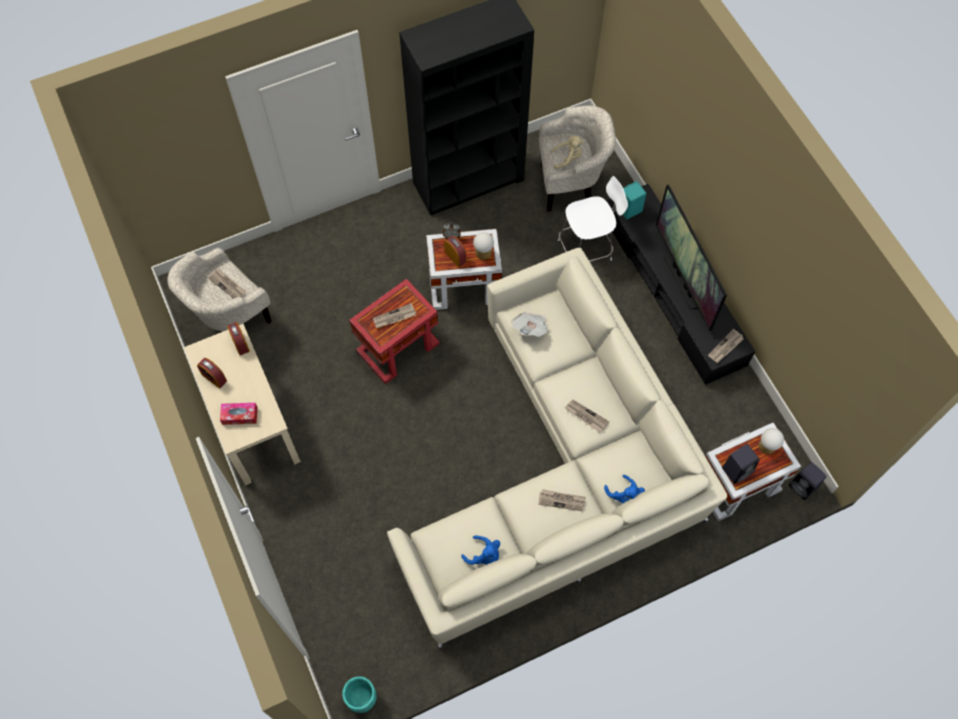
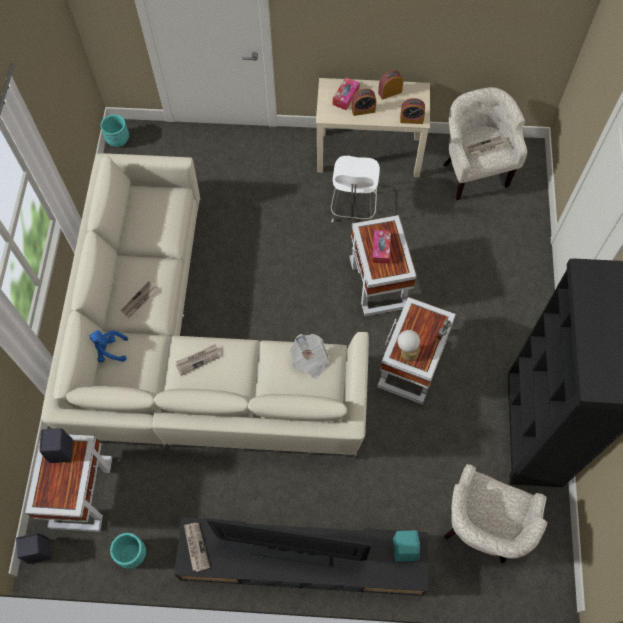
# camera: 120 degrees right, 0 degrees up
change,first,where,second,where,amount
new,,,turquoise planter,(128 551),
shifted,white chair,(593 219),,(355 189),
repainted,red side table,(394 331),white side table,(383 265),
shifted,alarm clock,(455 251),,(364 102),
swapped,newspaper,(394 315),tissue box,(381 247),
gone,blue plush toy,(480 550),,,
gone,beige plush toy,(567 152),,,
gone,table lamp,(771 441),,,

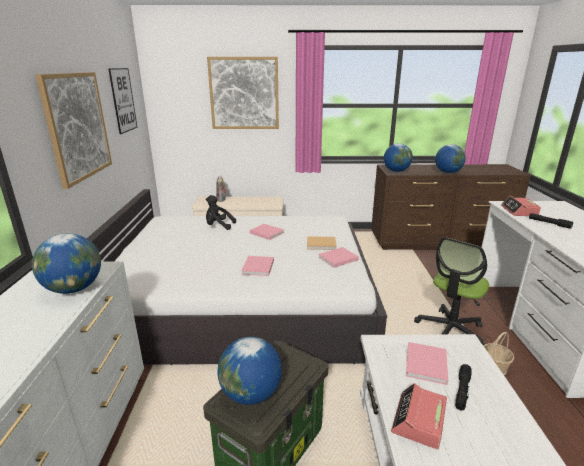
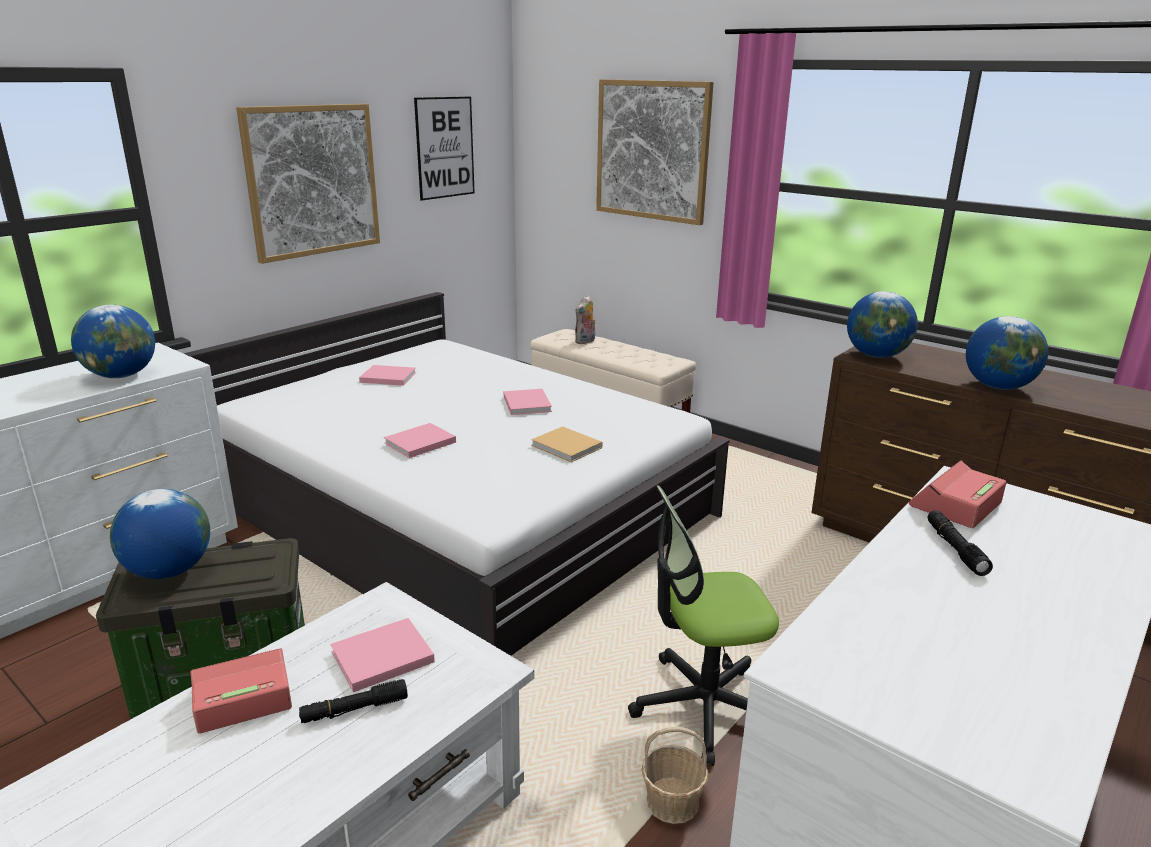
# camera: 40 degrees right, 0 degrees up
change,first,where,second,where,amount
shifted,pink book,(338 257),,(387 375),
gone,black plush toy,(221 212),,,

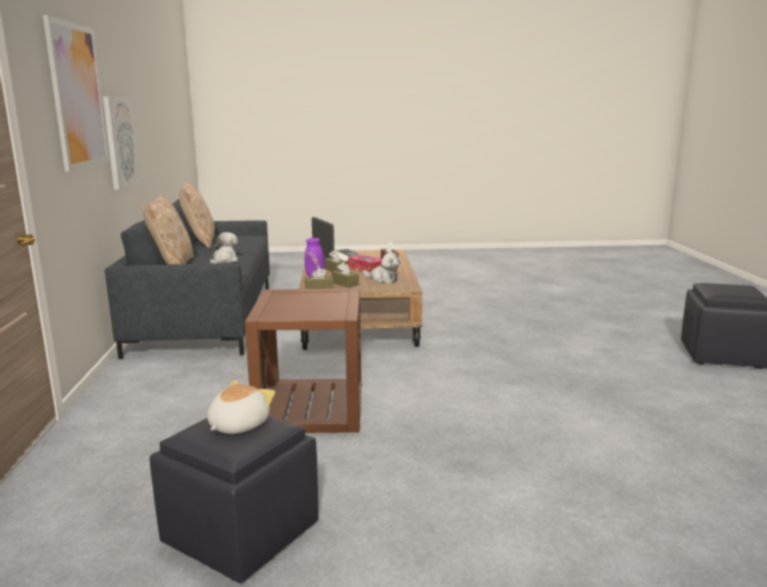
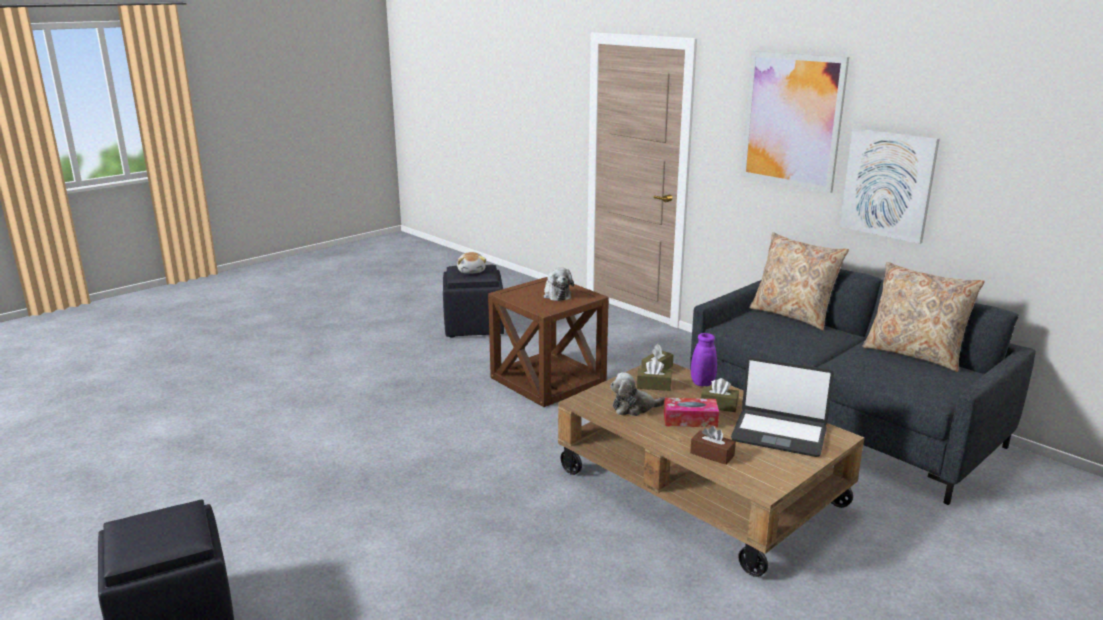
# camera: 140 degrees right, 5 degrees up
change,first,where,second,where,amount
shifted,plush toy,(224 248),,(559 284),

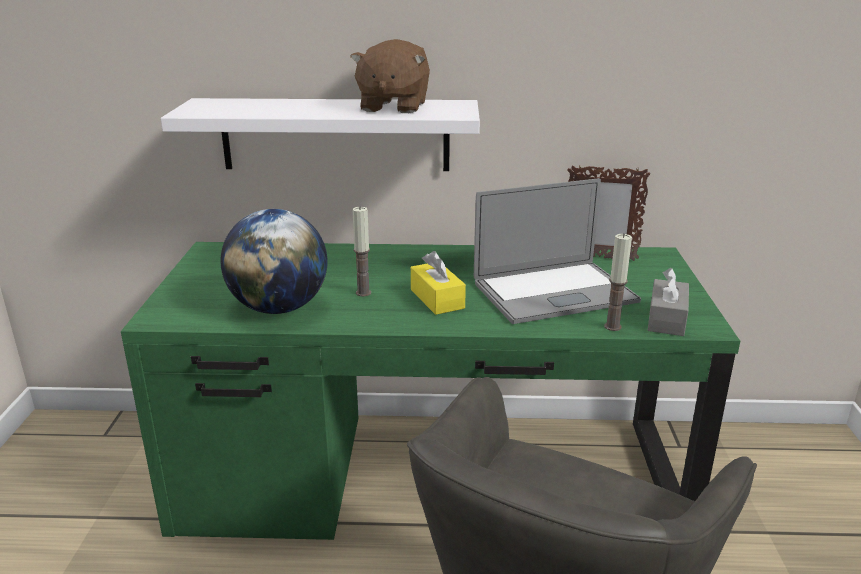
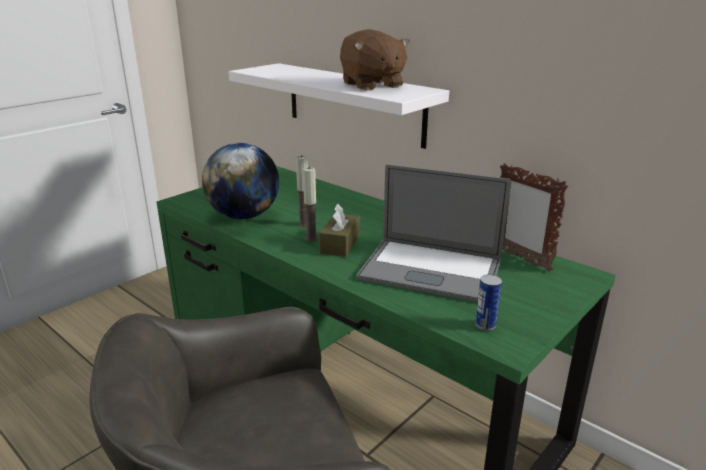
# camera: 40 degrees right, 0 degrees up
change,first,where,second,where,amount
shifted,candle,(618 282),,(310 204),
repainted,yellow tissue box,(438 283),brown tissue box,(339 230),
rotated,brown plush toy,(390 76),,(375 60),75 degrees counterclockwise
swapped,grey tissue box,(668 302),can,(489 302),

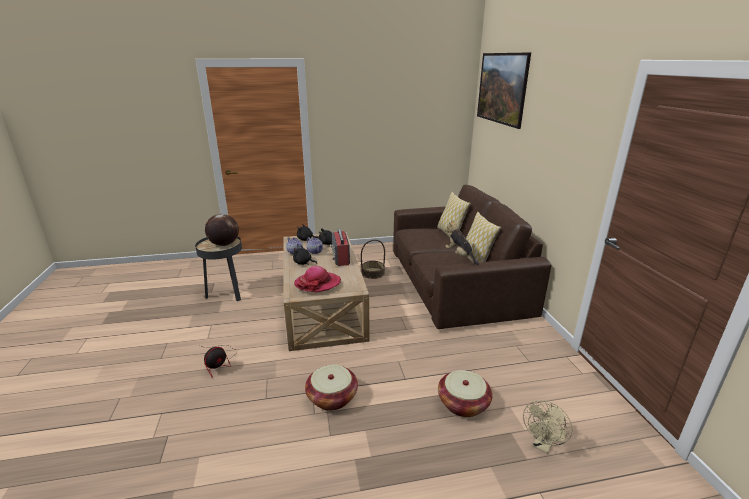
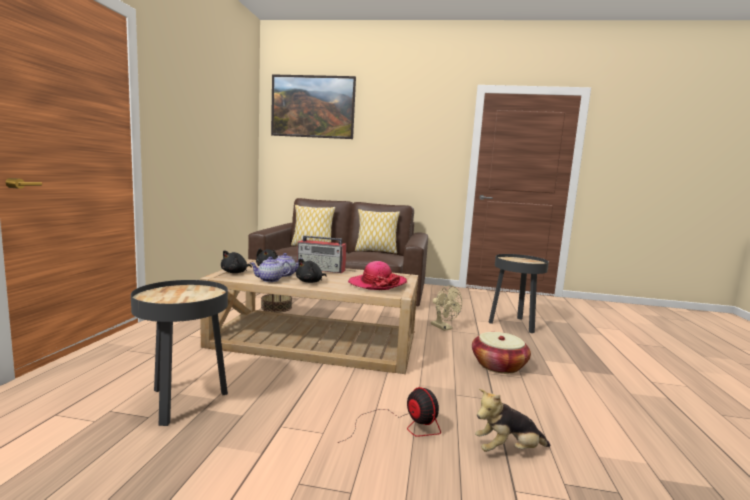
# camera: 70 degrees left, 15 degrees down
change,first,where,second,where,amount
shifted,beige fan,(547 427),,(446 308),
shifted,plush toy,(461 242),,(512 420),
swapped,basket,(465 393),black side table,(519 293),
gone,globe,(222 230),,,

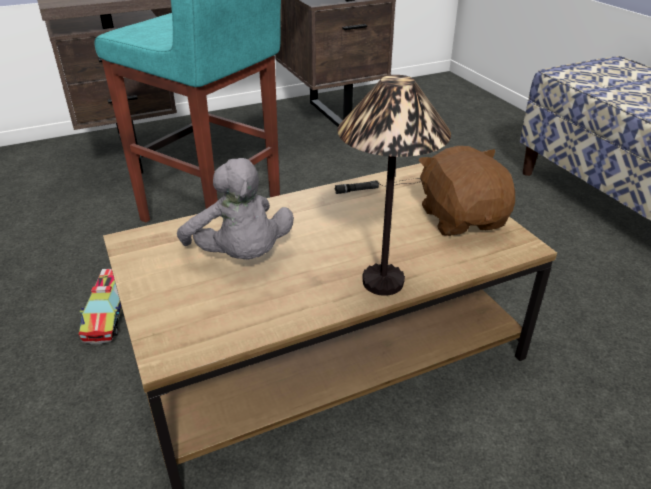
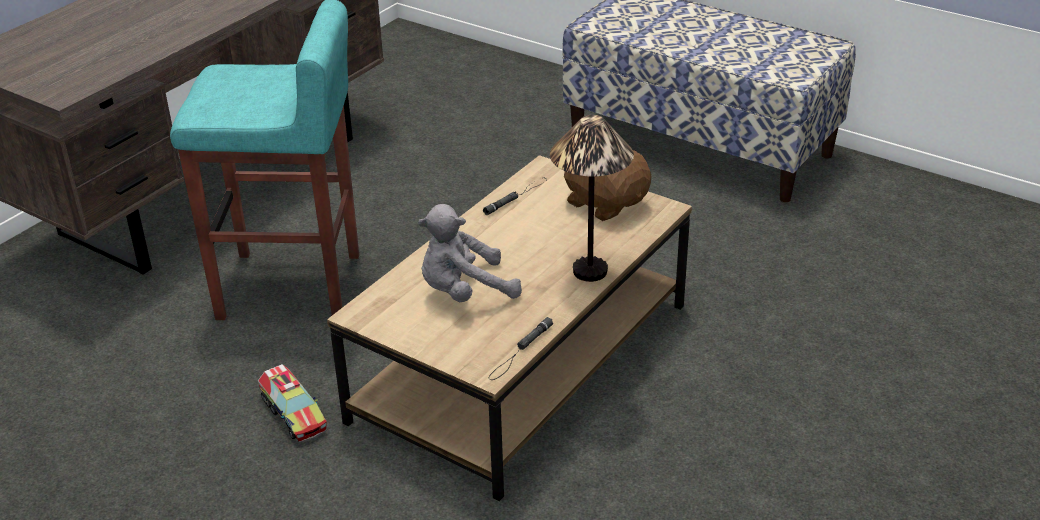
# camera: 30 degrees left, 0 degrees up
change,first,where,second,where,amount
rotated,grey plush toy,(235 208),,(470 253),135 degrees clockwise
new,,,black flashlight,(521 348),

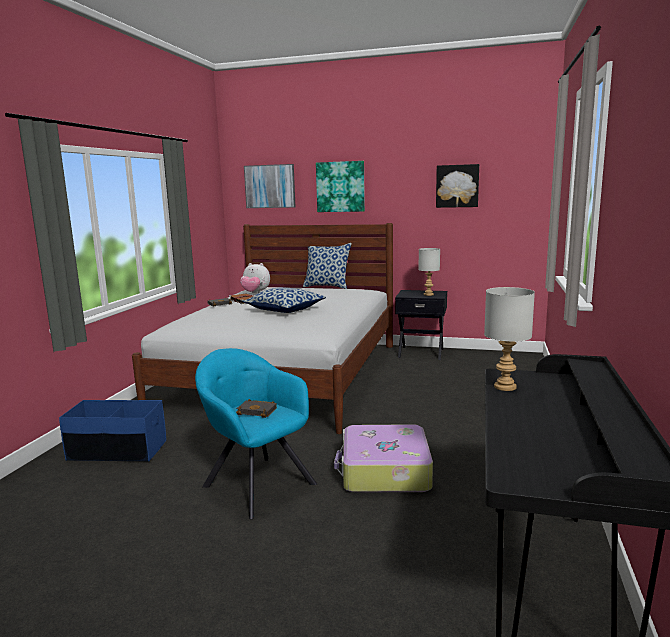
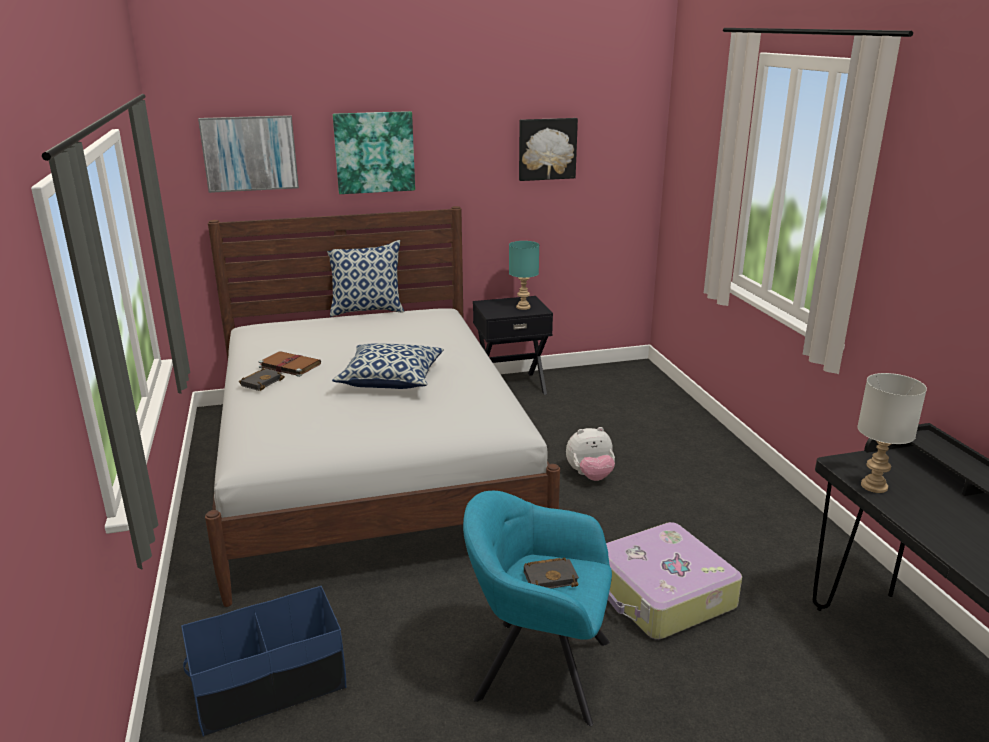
# camera: 30 degrees left, 10 degrees up
change,first,where,second,where,amount
repainted,grey table lamp,(429 272),turquoise table lamp,(524 275),
shifted,plush toy,(255 278),,(590 454),

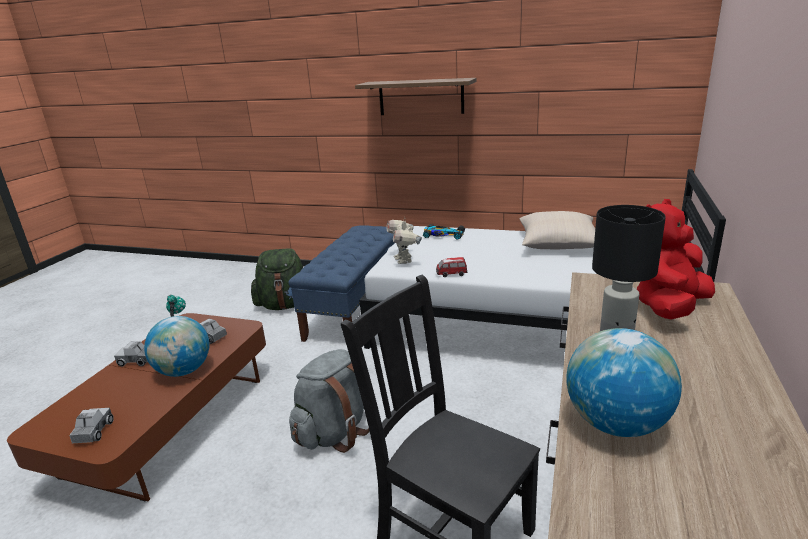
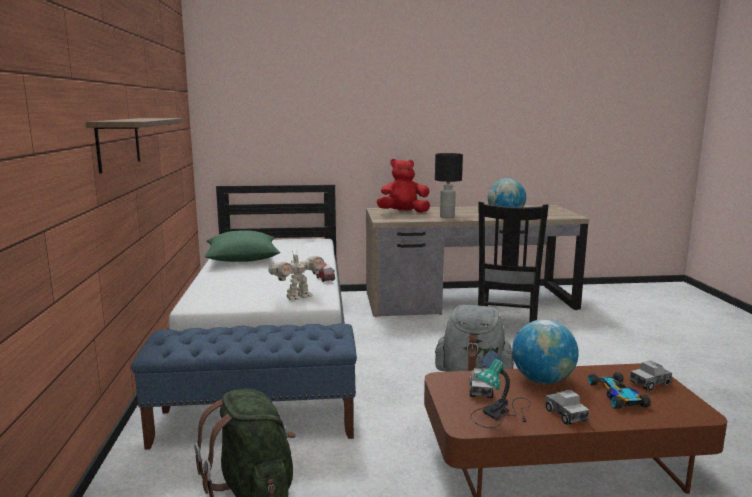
# camera: 115 degrees left, 10 degrees down
change,first,where,second,where,amount
repainted,beige pillow,(557 230),green pillow,(242 246),
rotated,red plush toy,(676 259),,(403 186),150 degrees clockwise
shifted,toy car,(444 231),,(619 390),

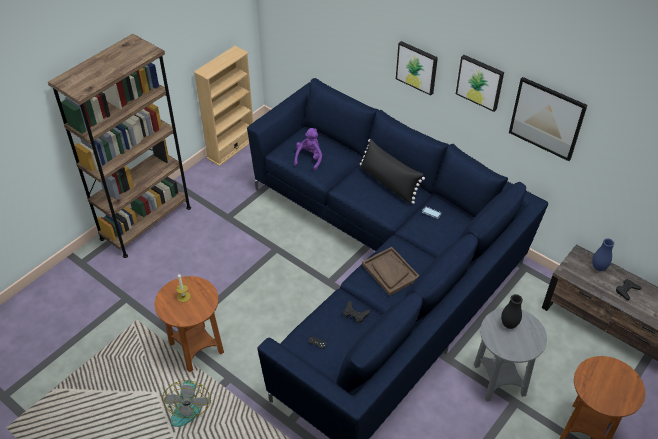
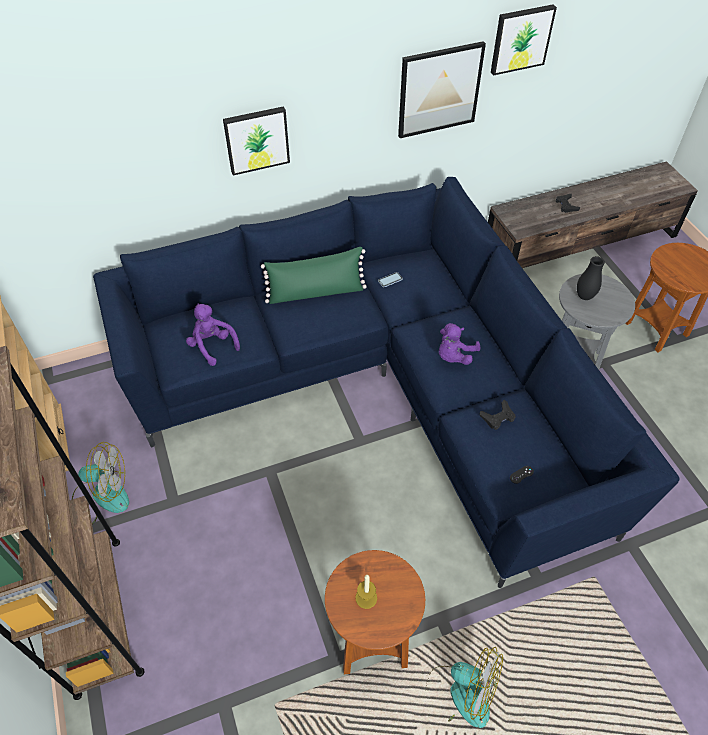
# camera: 60 degrees left, 5 degrees up
change,first,where,second,where,amount
new,,,fan,(100 483),
repainted,black pillow,(392 171),green pillow,(314 275),
swapped,brown tray,(390 271),purple plush toy,(459 344),
shifted,picture,(480 83),,(524 40),
gone,blue vase,(603 255),,,

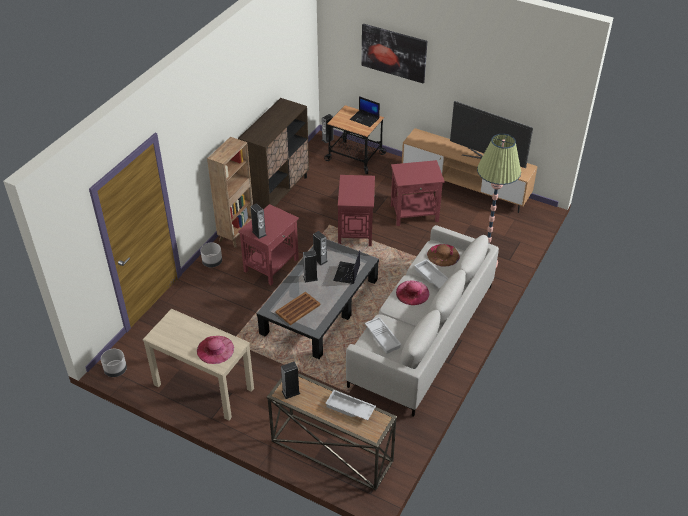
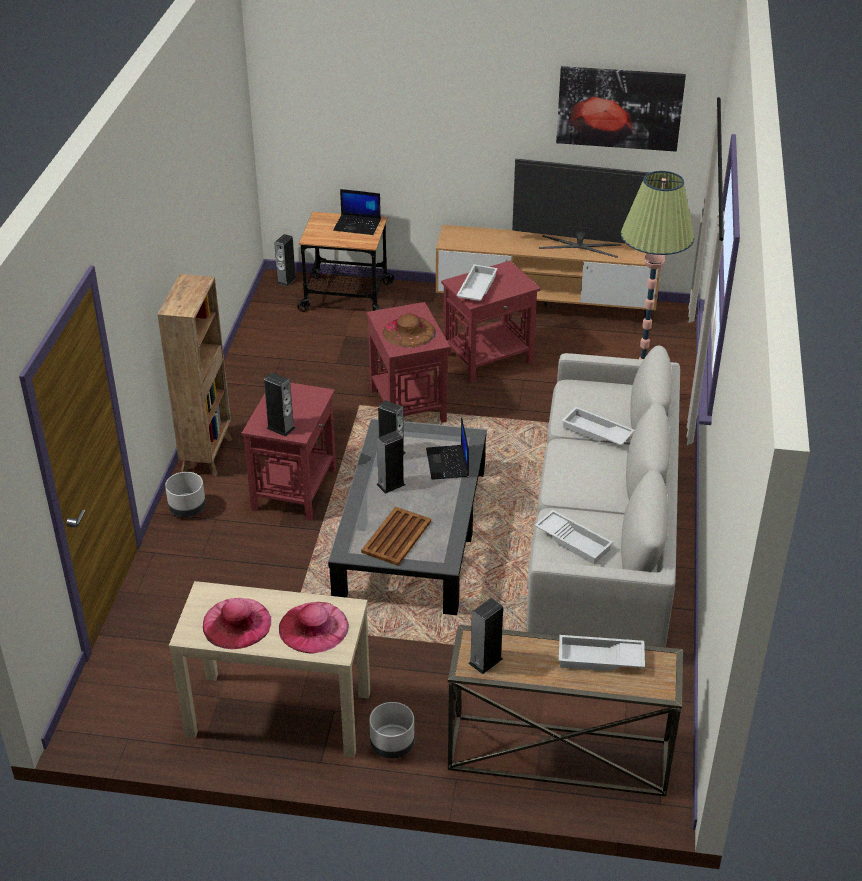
# camera: 20 degrees left, 5 degrees down
change,first,where,second,where,amount
shifted,pink hat,(412 292),,(237 623),
shifted,grey planter,(114 363),,(391 730),
shifted,brown hat,(443 255),,(409 330),
new,,,white tray,(477 282),
shifted,picture,(394 53),,(621 109),
gone,brown cabinet,(273 153),,,

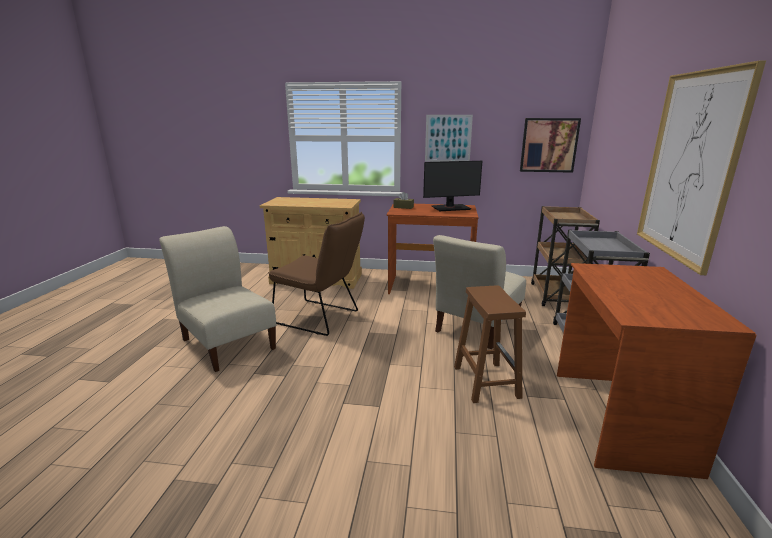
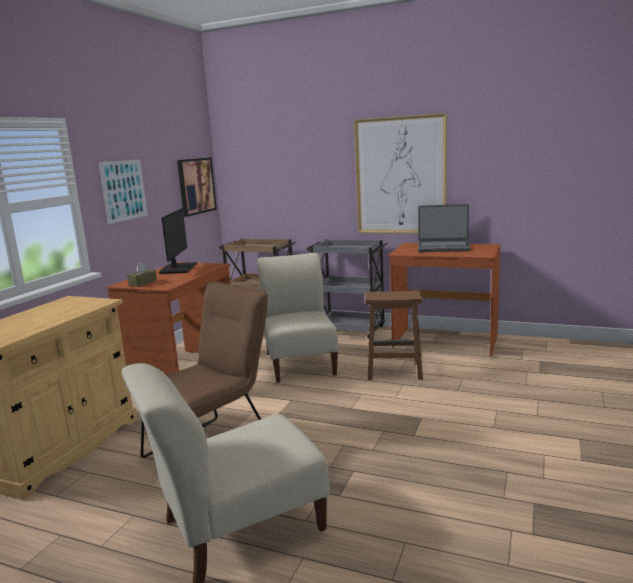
# camera: 75 degrees left, 5 degrees down
change,first,where,second,where,amount
rotated,beige chair,(479 292),,(297 318),150 degrees counterclockwise
new,,,laptop,(444 228),

